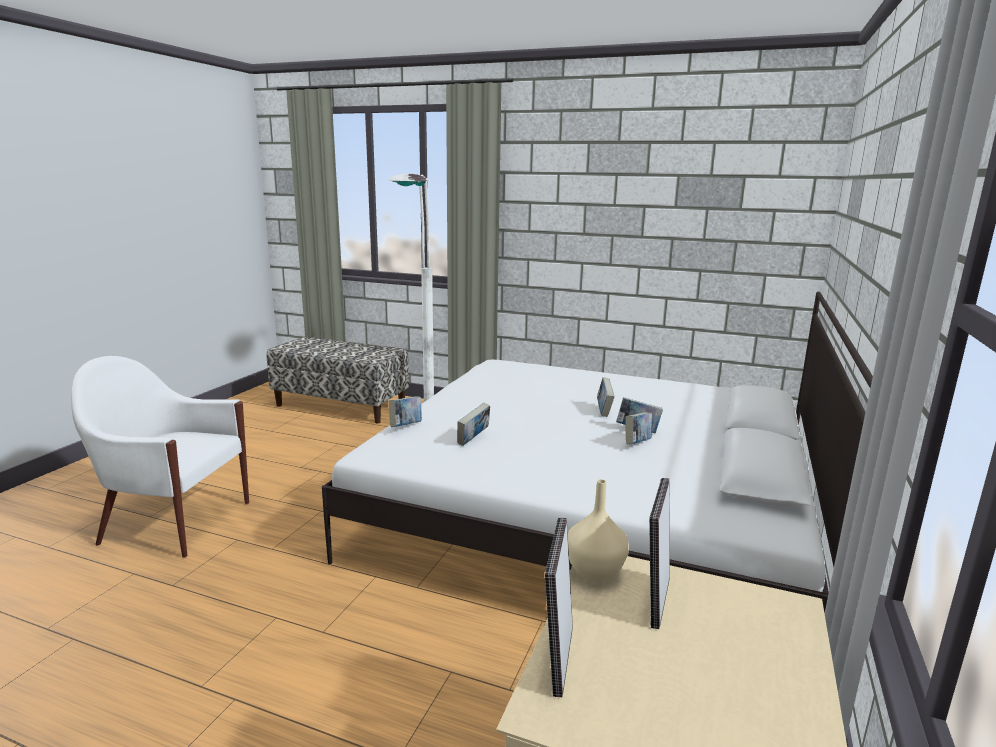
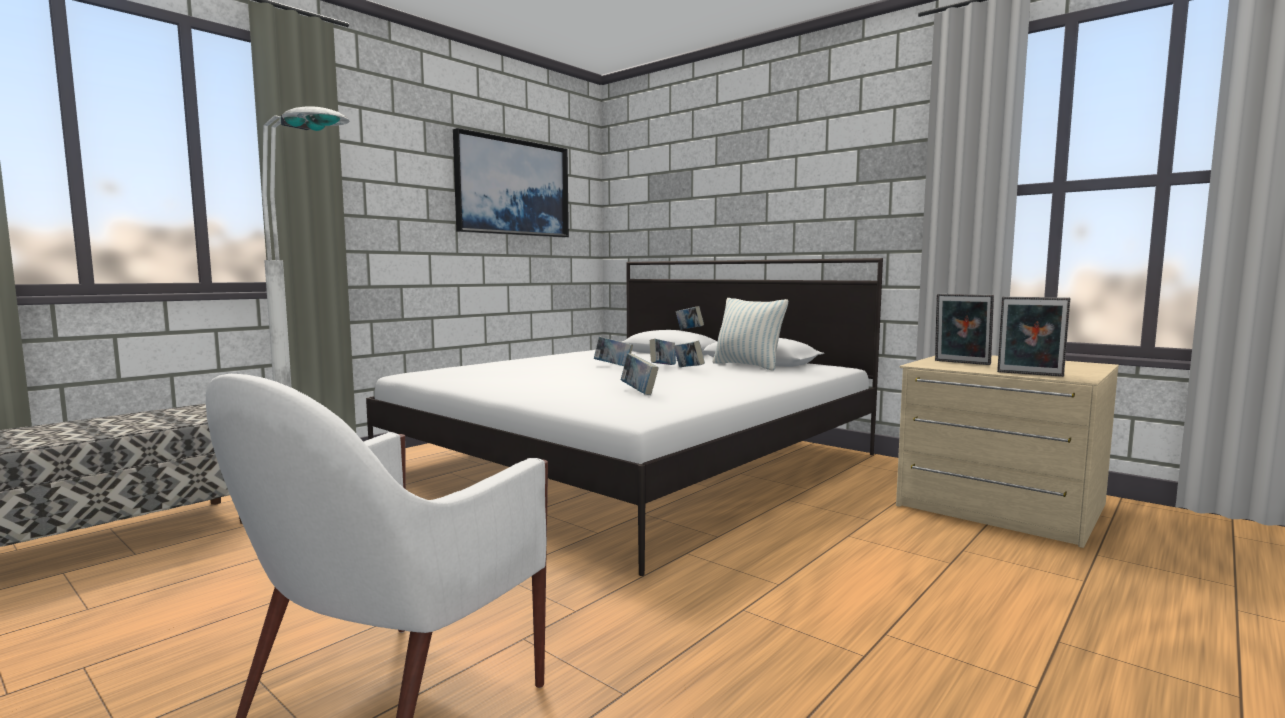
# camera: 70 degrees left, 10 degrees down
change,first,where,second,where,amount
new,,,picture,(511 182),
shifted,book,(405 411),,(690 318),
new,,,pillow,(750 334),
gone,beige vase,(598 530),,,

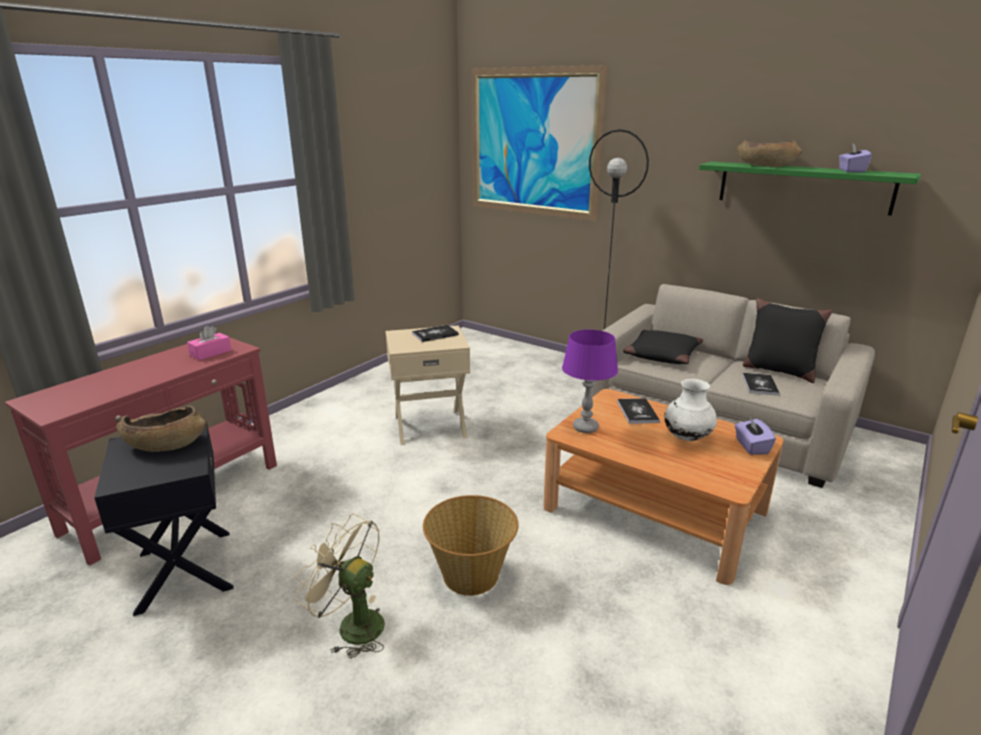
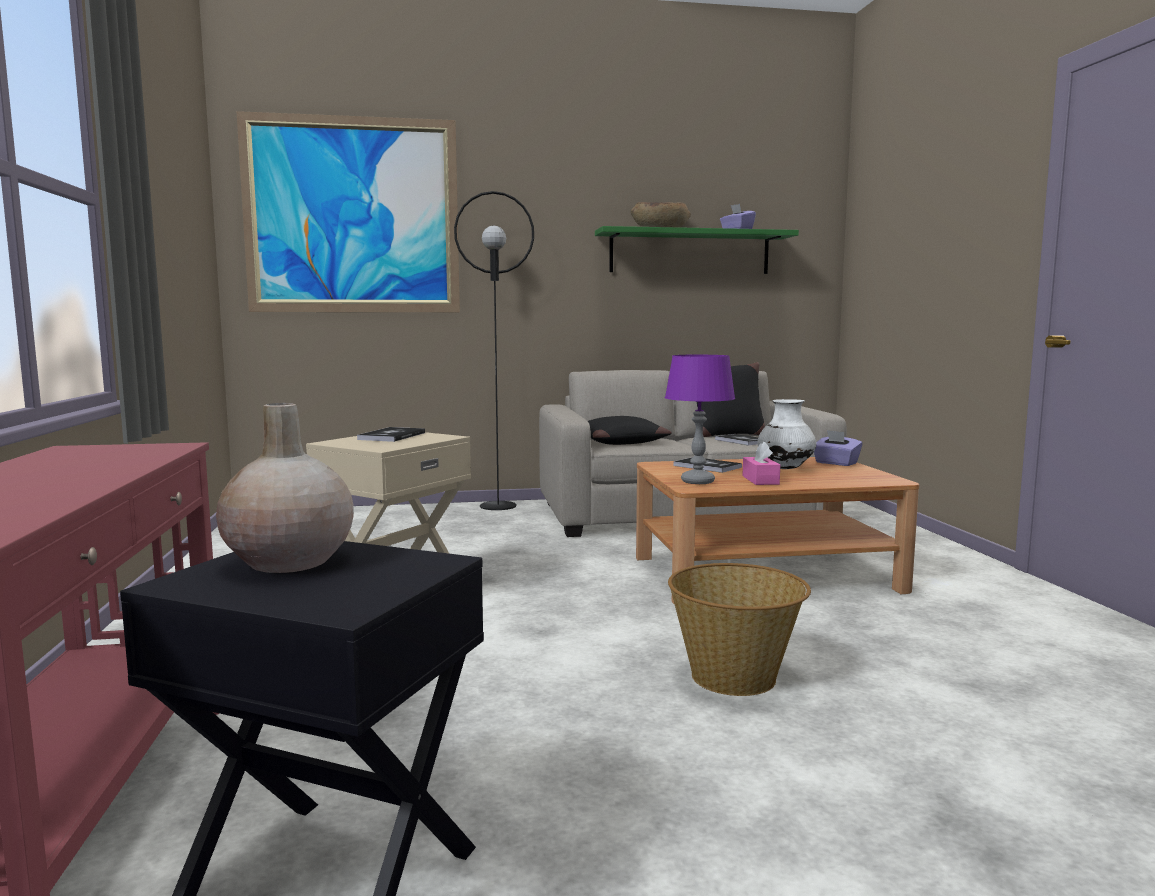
# camera: 45 degrees left, 15 degrees down
change,first,where,second,where,amount
swapped,brown bowl,(161 429),beige vase,(285 488),
shifted,pink tissue box,(209 343),,(761 463),
gone,beige fan,(340 586),,,

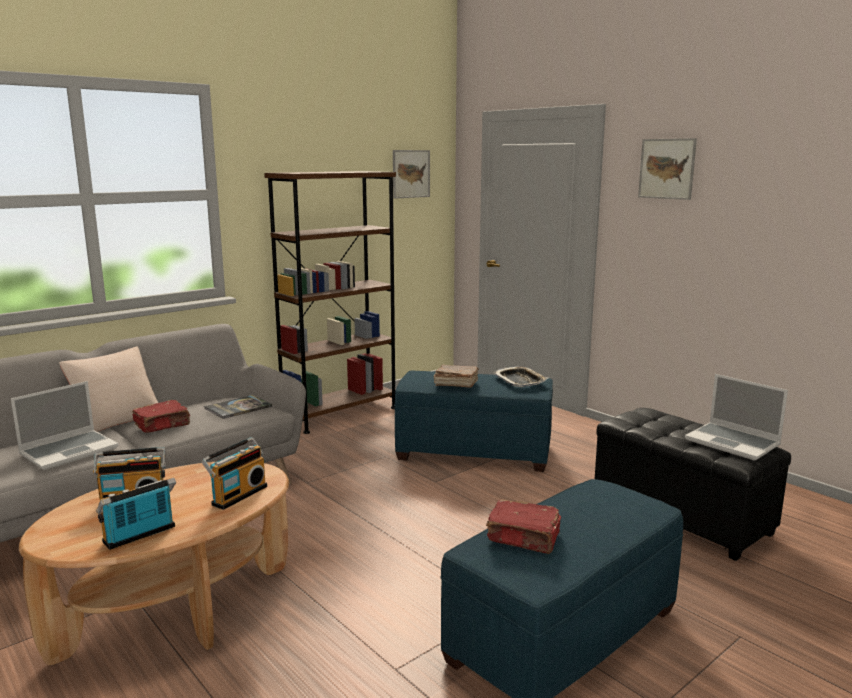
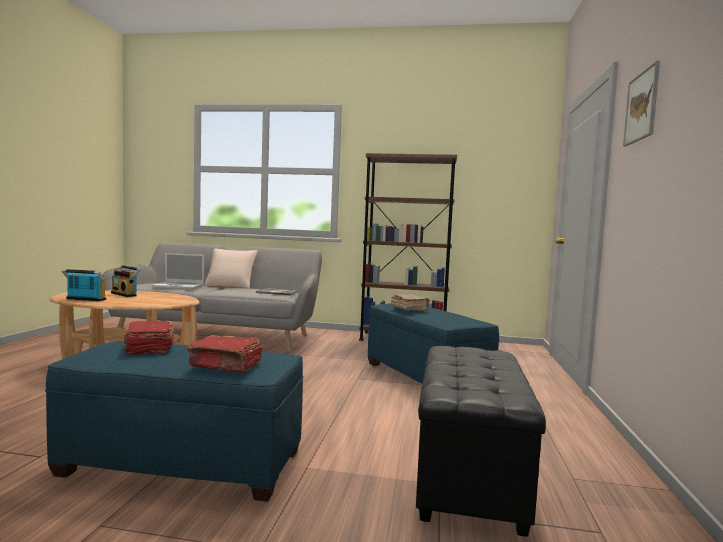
# camera: 50 degrees right, 10 degrees down
change,first,where,second,where,amount
shifted,red book,(161 416),,(224 354),
gone,radio,(234 473),,,
gone,picture,(411 174),,,
gone,tray,(520 376),,,
gone,laptop,(736 417),,,

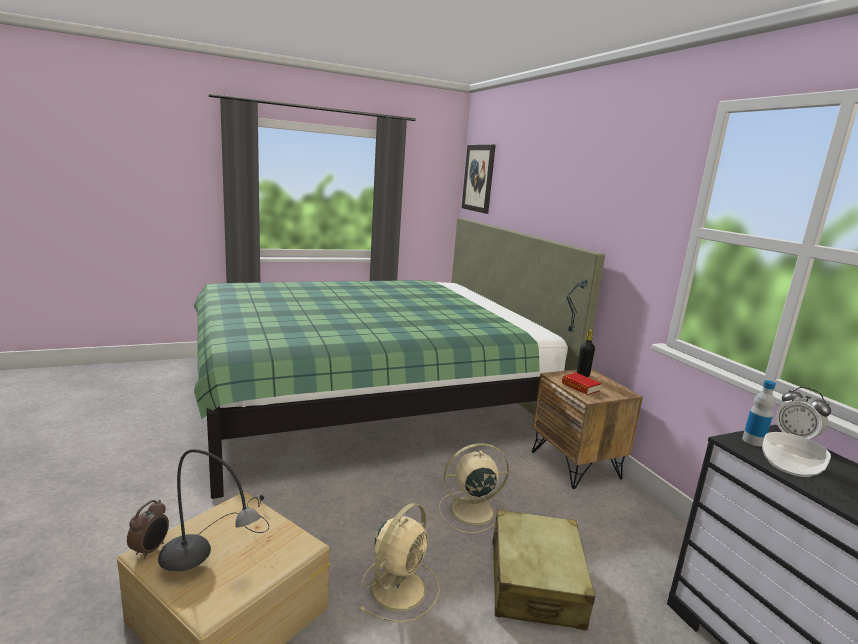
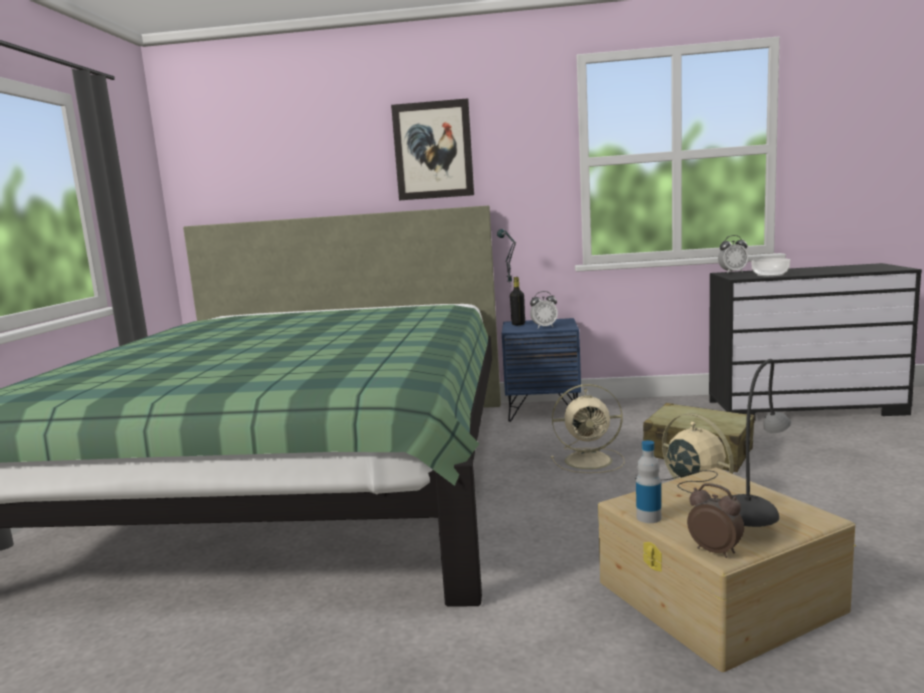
# camera: 60 degrees left, 5 degrees down
change,first,where,second,where,amount
shifted,picture,(479 179),,(432 149),
repainted,brown nightstand,(587 428),blue nightstand,(541 370),
swapped,book,(581 384),alarm clock,(544 310),
rotated,beige fan,(474 488),,(588 428),105 degrees counterclockwise
shifted,bottle,(759 413),,(648 481),

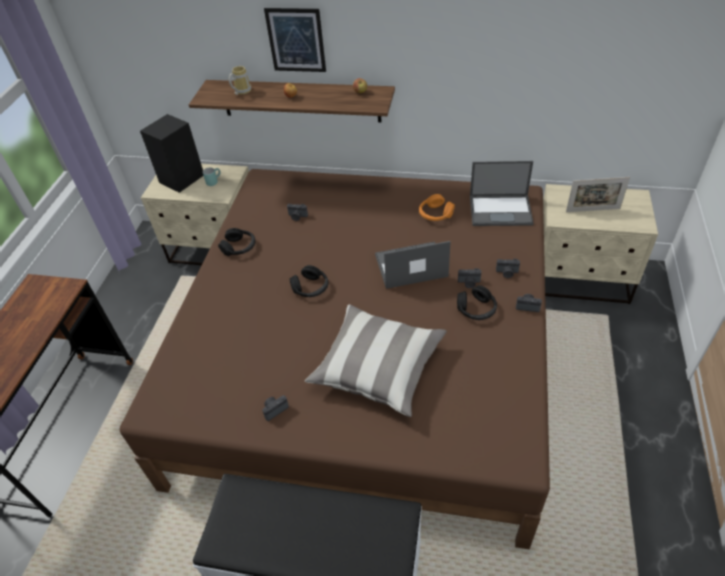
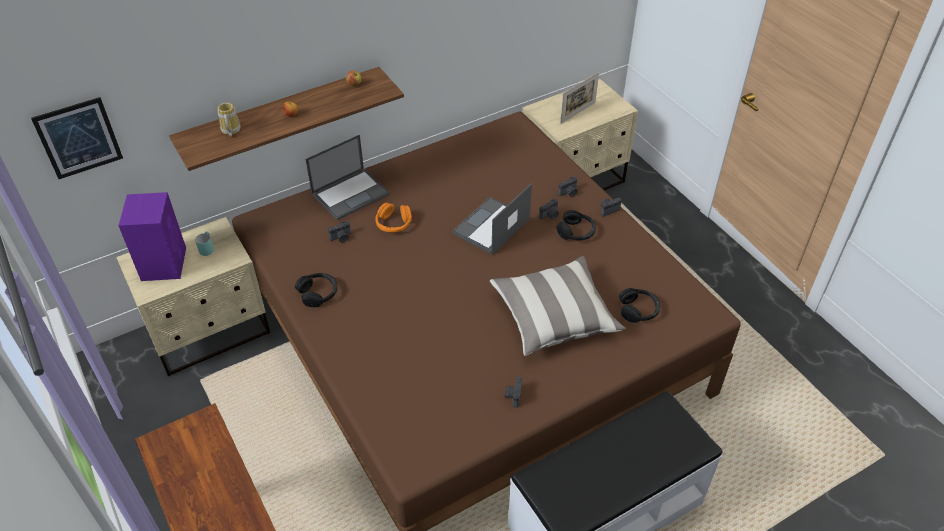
# camera: 45 degrees left, 0 degrees up
change,first,where,second,where,amount
shifted,picture,(295 40),,(77 138),
repainted,black speaker,(171 153),purple speaker,(152 236),
shifted,laptop,(502 193),,(348 177),
shifted,orange headphones,(437 207),,(393 217),
shifted,black headphones,(309 281),,(640 305),

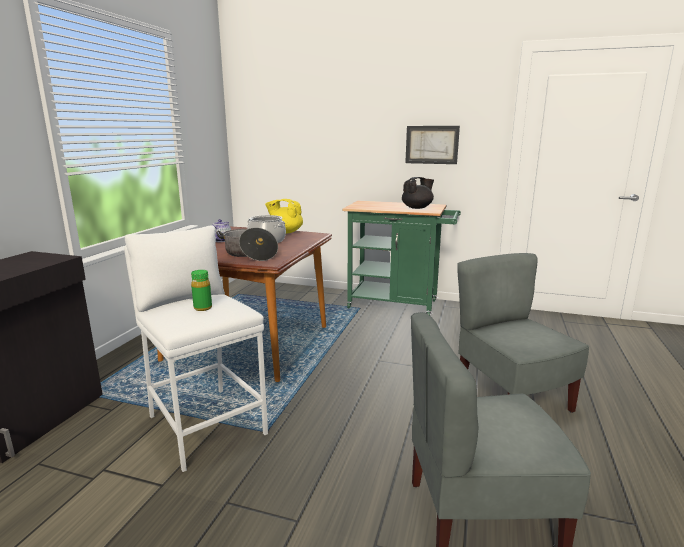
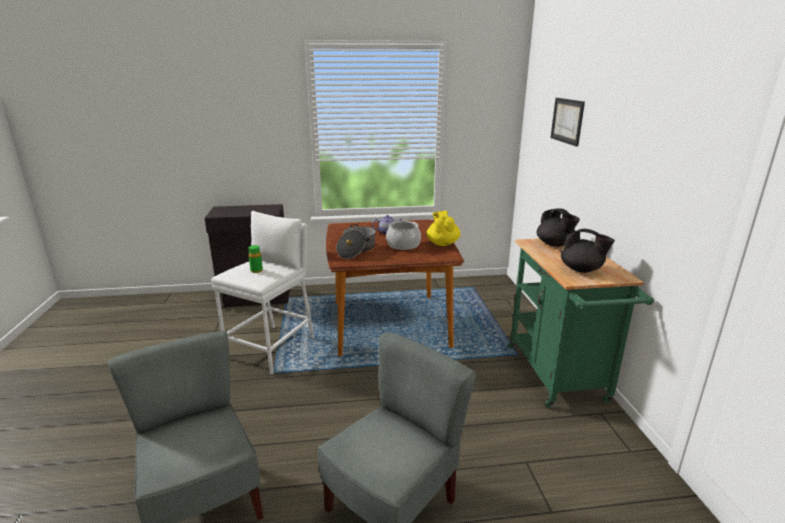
# camera: 65 degrees right, 5 degrees up
change,first,where,second,where,amount
new,,,black teapot,(558 227),
shifted,picture,(432 145),,(568 122),

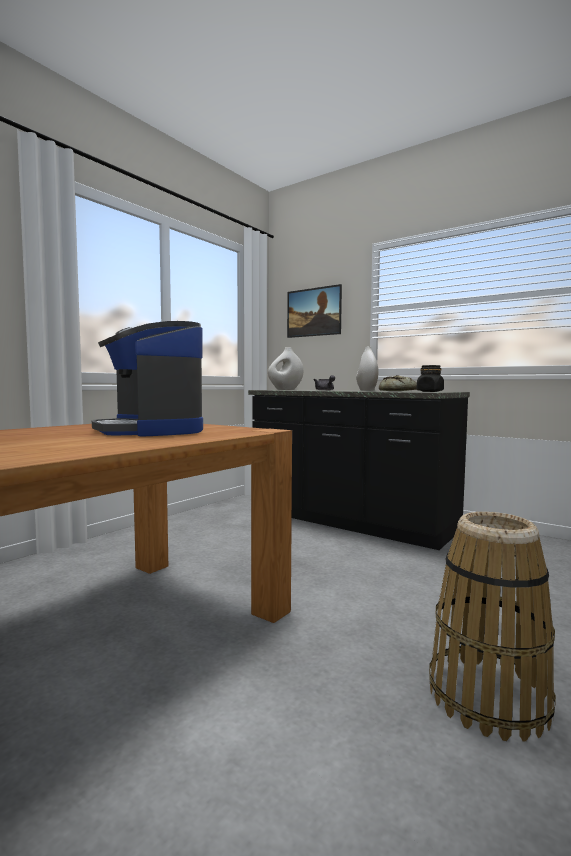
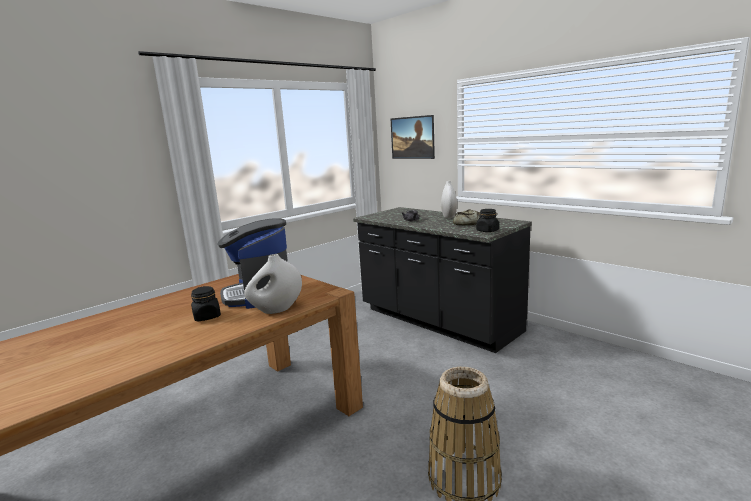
# camera: 10 degrees right, 10 degrees up
change,first,where,second,where,amount
new,,,black jar,(206 303),
shifted,white vase,(285 368),,(273 284),

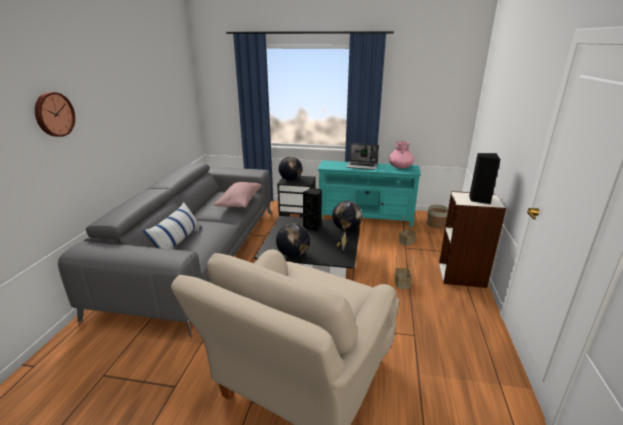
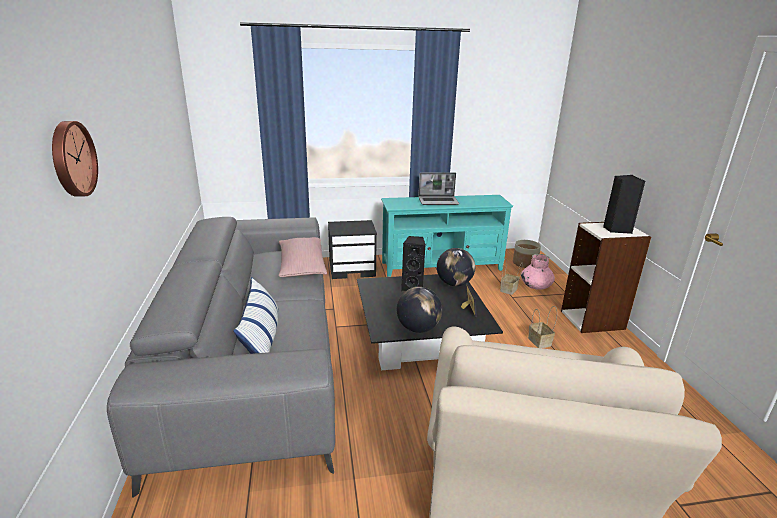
# camera: 20 degrees left, 0 degrees up
change,first,where,second,where,amount
shifted,pink vase,(401 154),,(538 272),
gone,globe,(290 169),,,

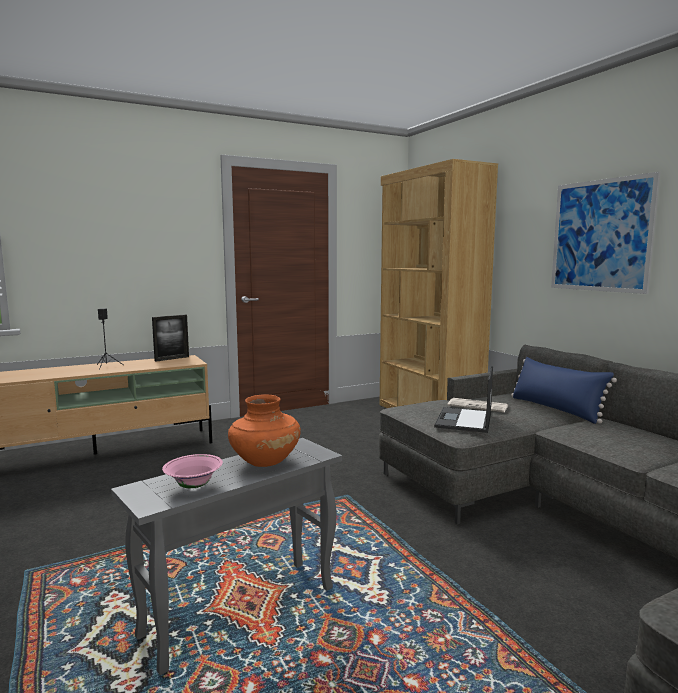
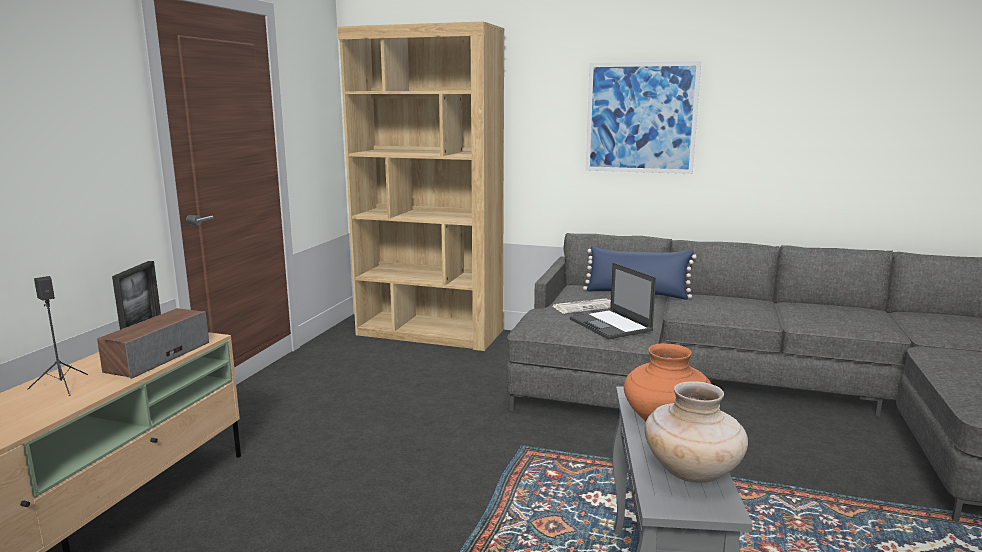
# camera: 45 degrees left, 5 degrees up
change,first,where,second,where,amount
new,,,speaker,(153 343),
swapped,pink bowl,(192 471),beige vase,(696 432),

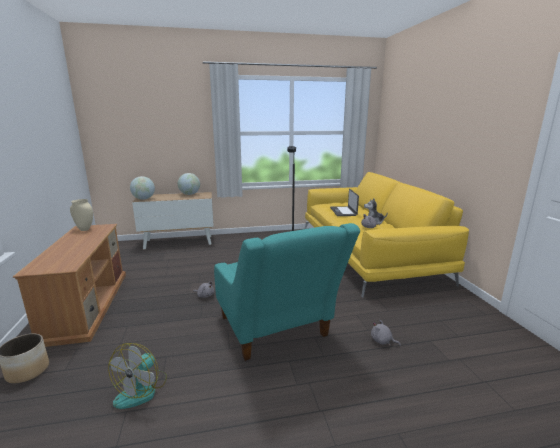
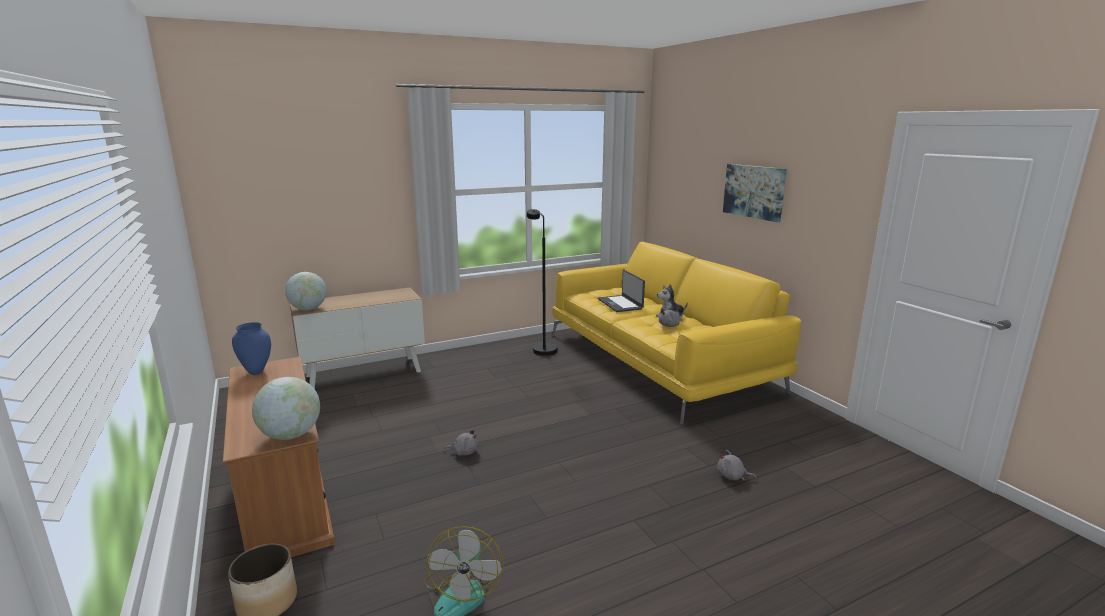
# camera: 15 degrees left, 0 degrees up
change,first,where,second,where,amount
repainted,beige vase,(81 215),blue vase,(251 348),
shifted,globe,(189 184),,(286 408),
new,,,picture,(755 193),
gone,turquoise armchair,(287 292),,,

